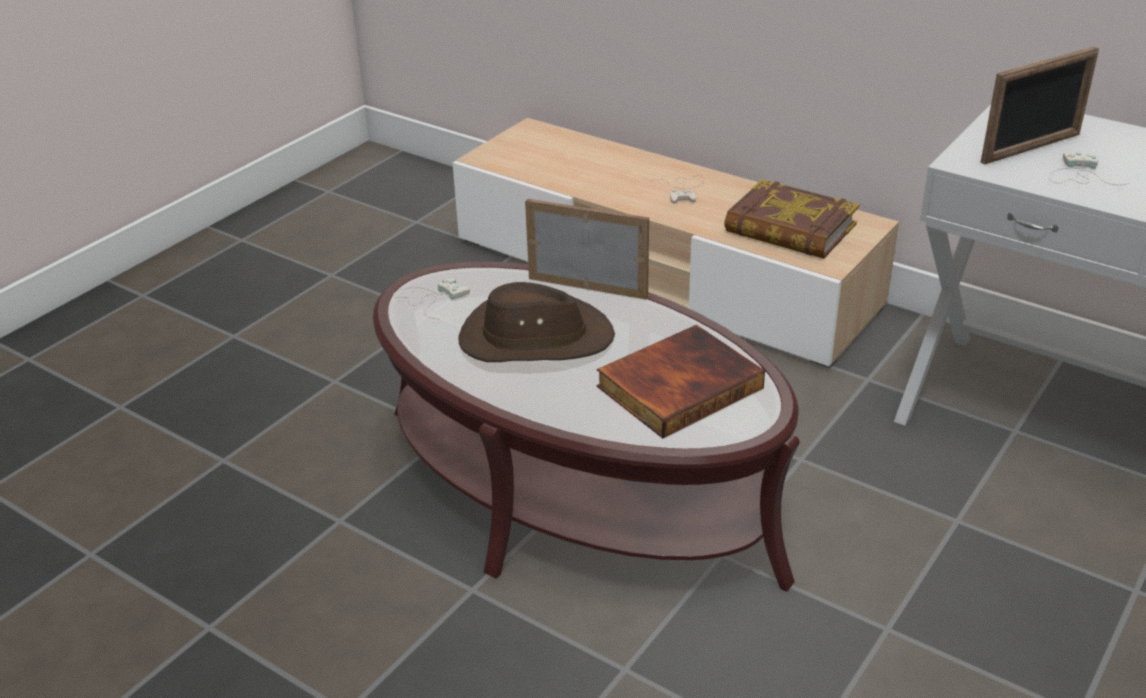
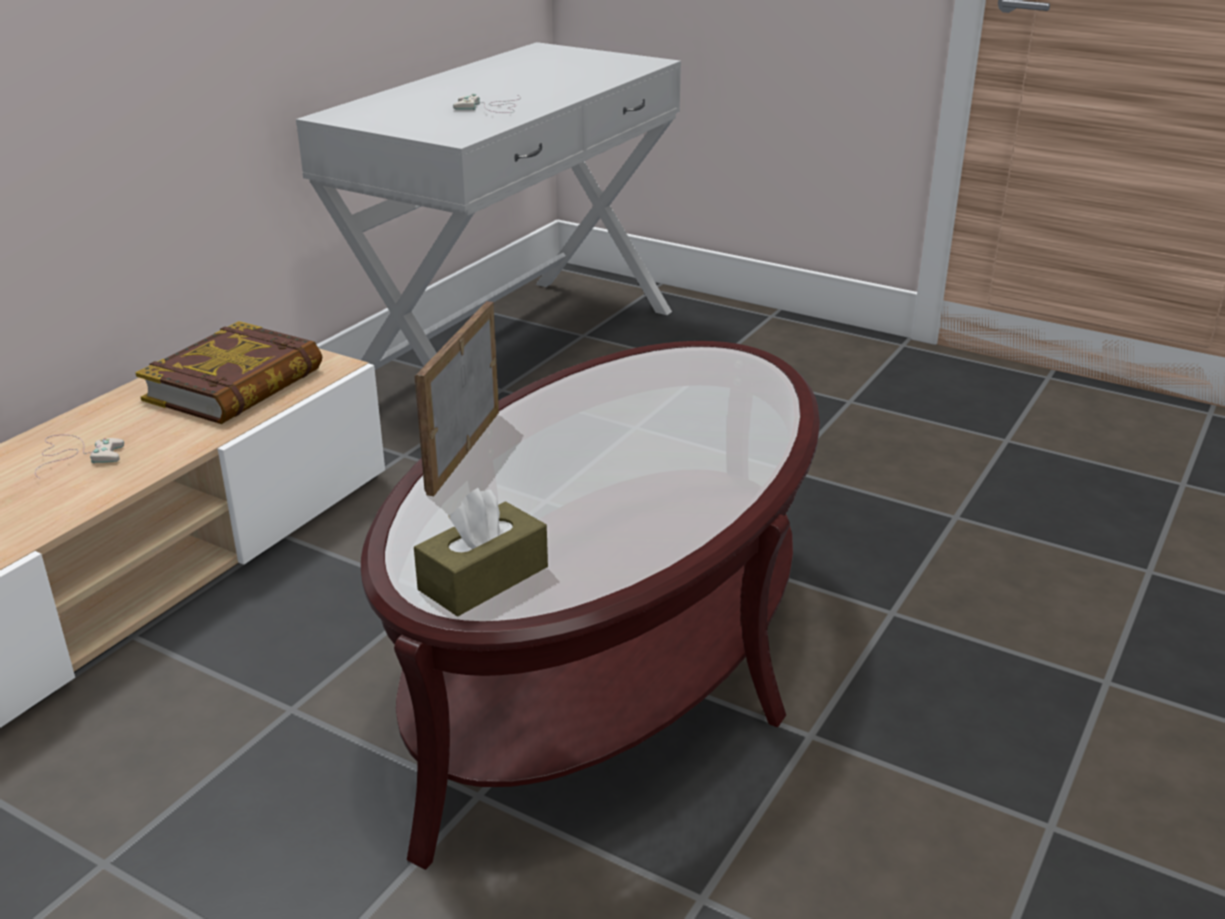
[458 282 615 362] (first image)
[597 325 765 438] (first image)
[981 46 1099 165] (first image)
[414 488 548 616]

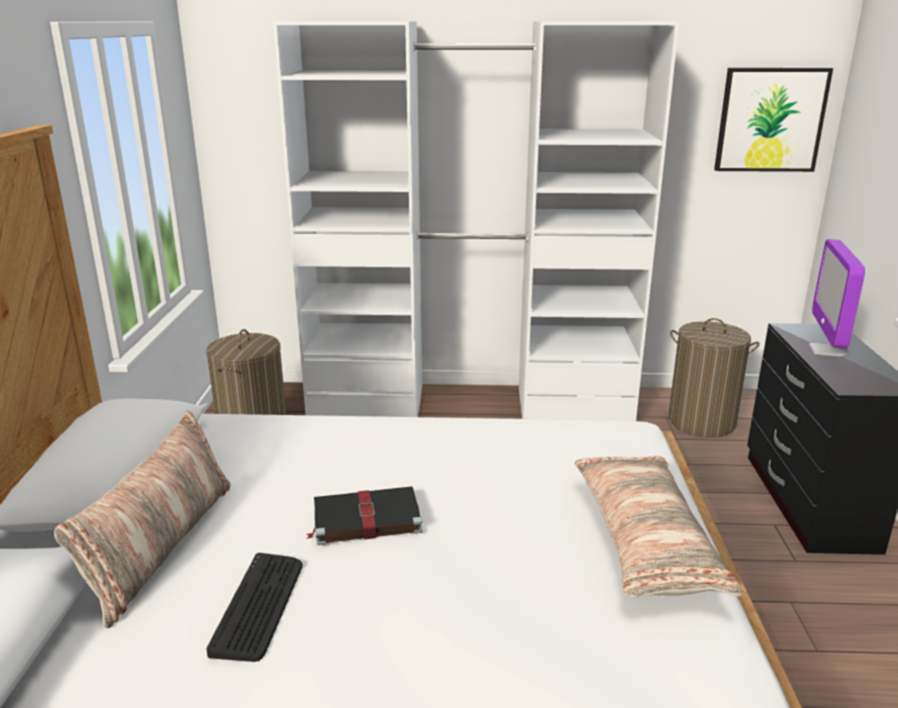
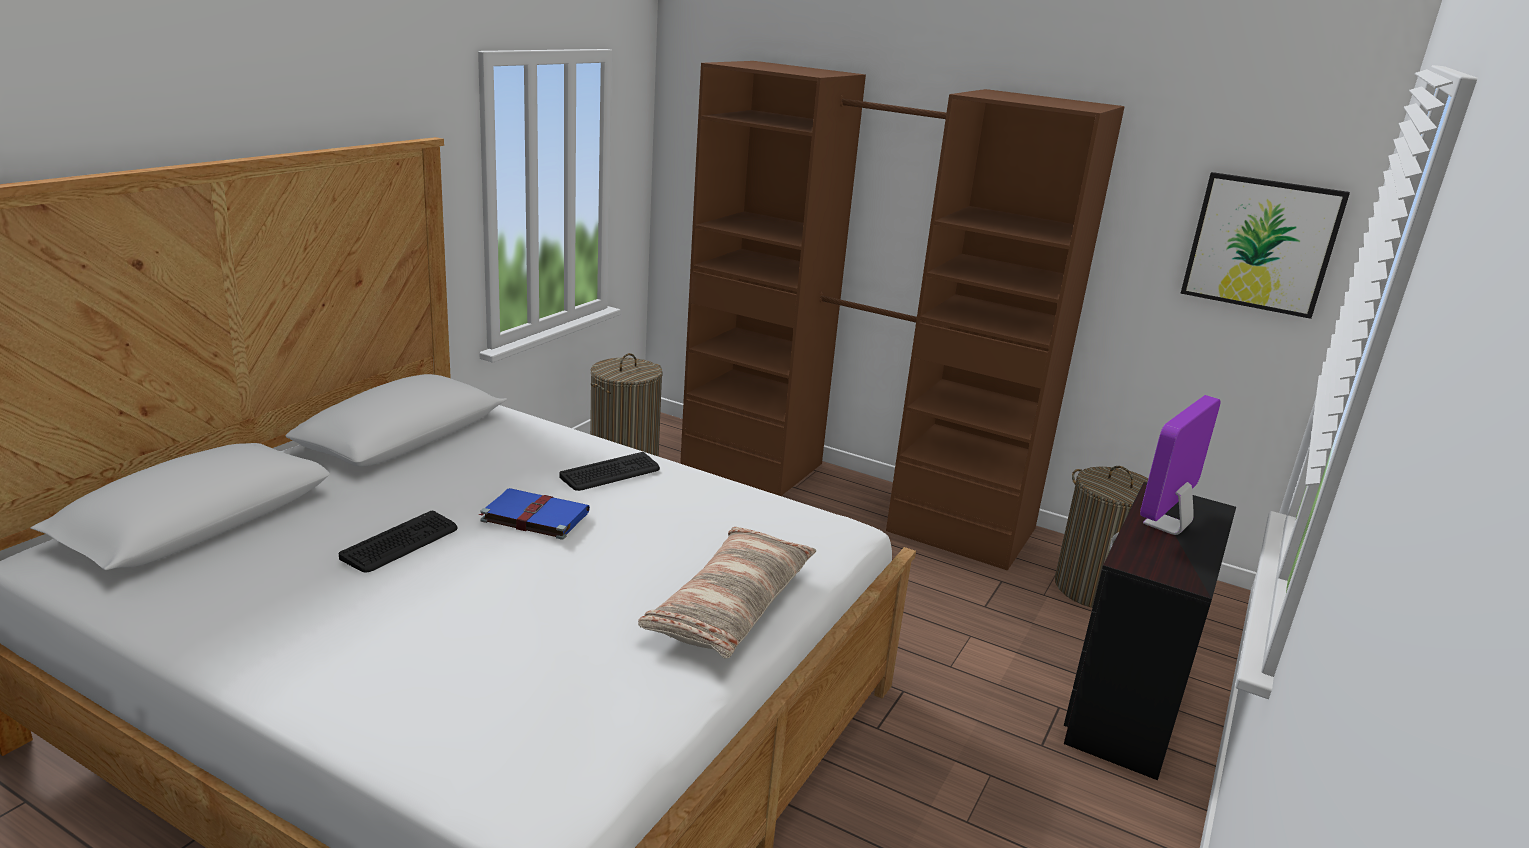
[54 411 230 628] (first image)
[559 452 660 491]
[680 61 1125 570]
[478 488 590 540]

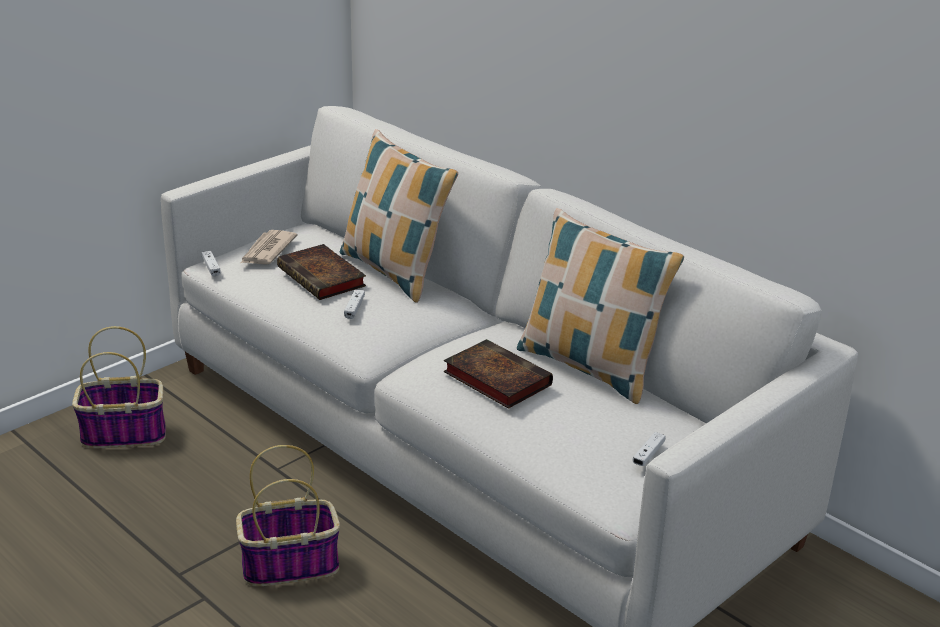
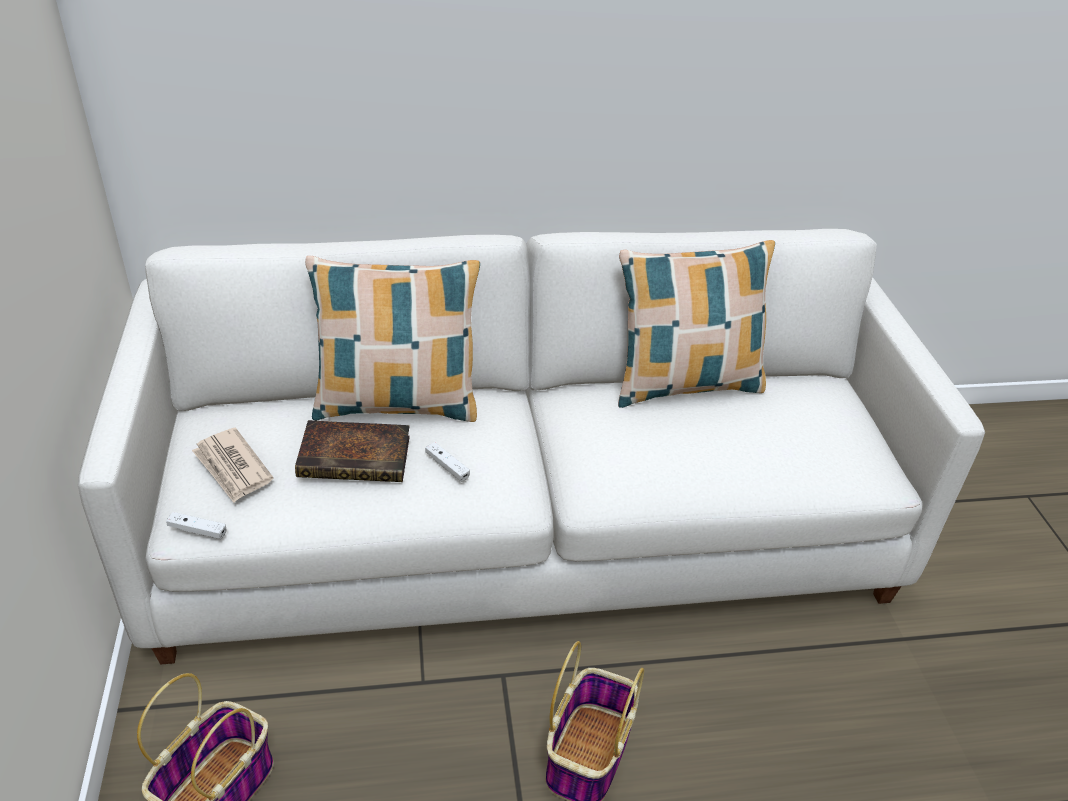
[444 339 553 409] (first image)
[632 432 666 466] (first image)

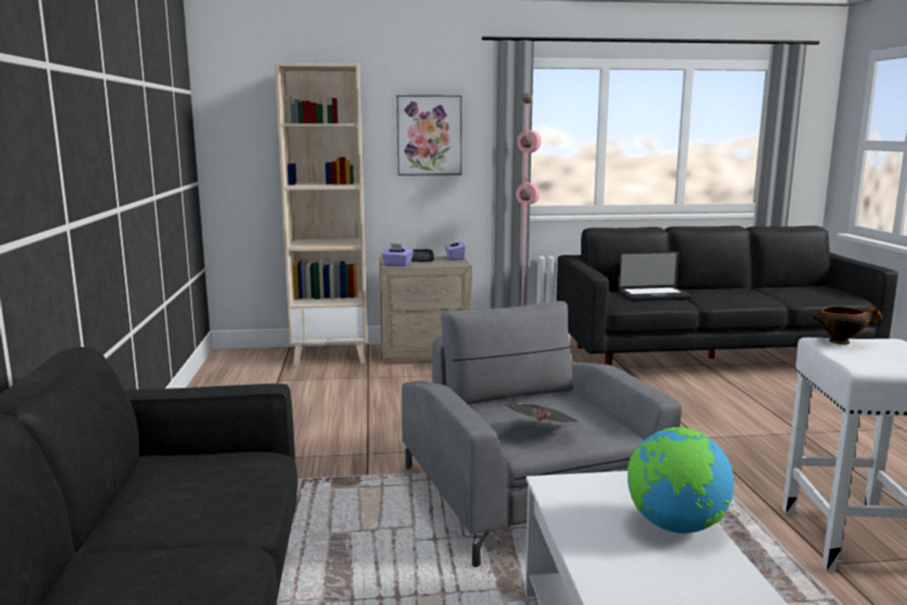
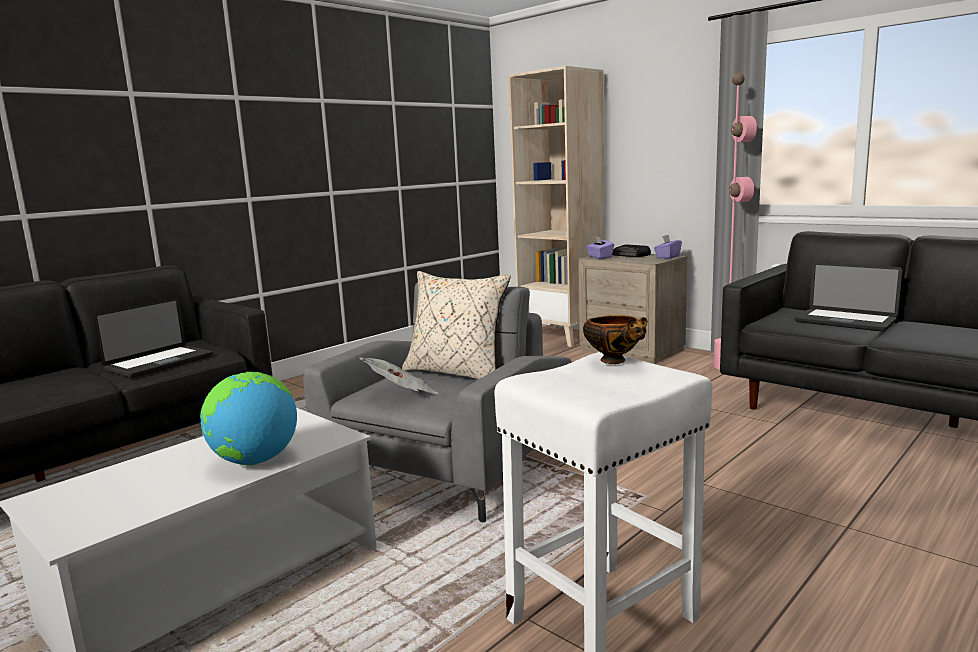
[396 95 462 176] (first image)
[93 298 213 378]
[402 271 511 380]

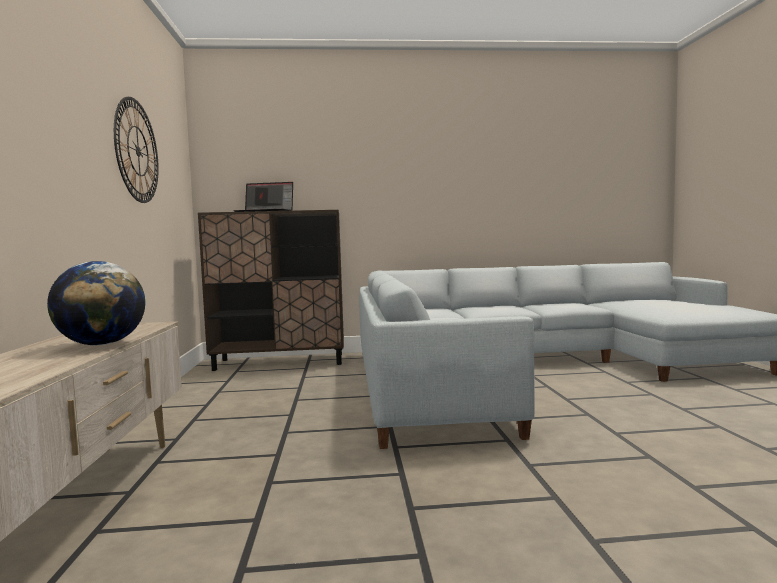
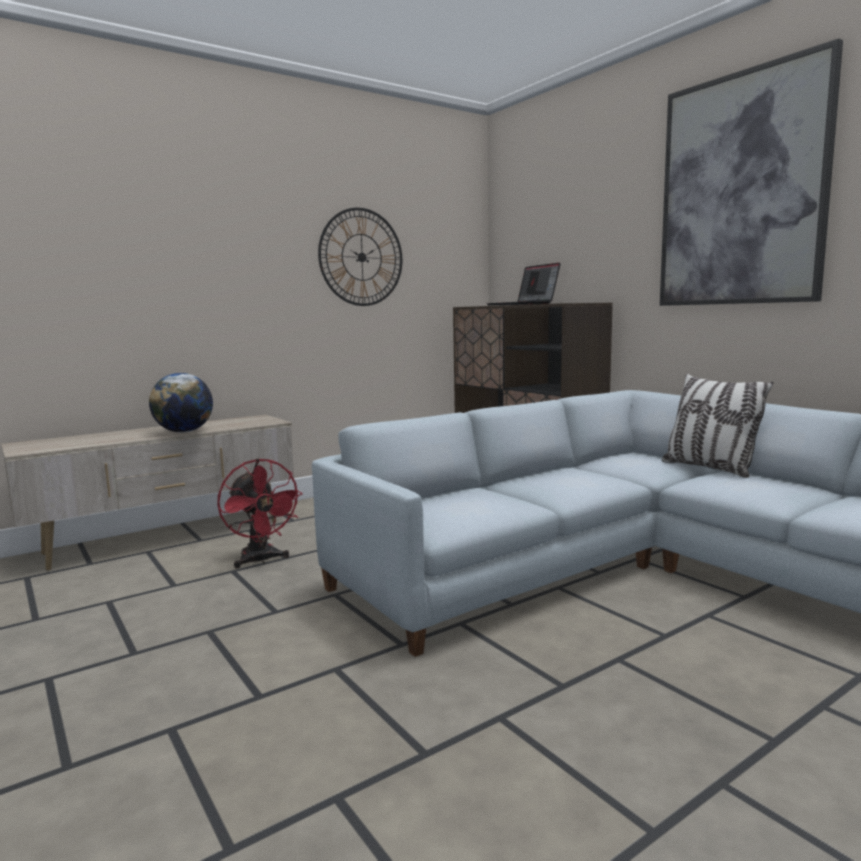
[217 458 303 568]
[660 39 843 306]
[662 374 773 478]

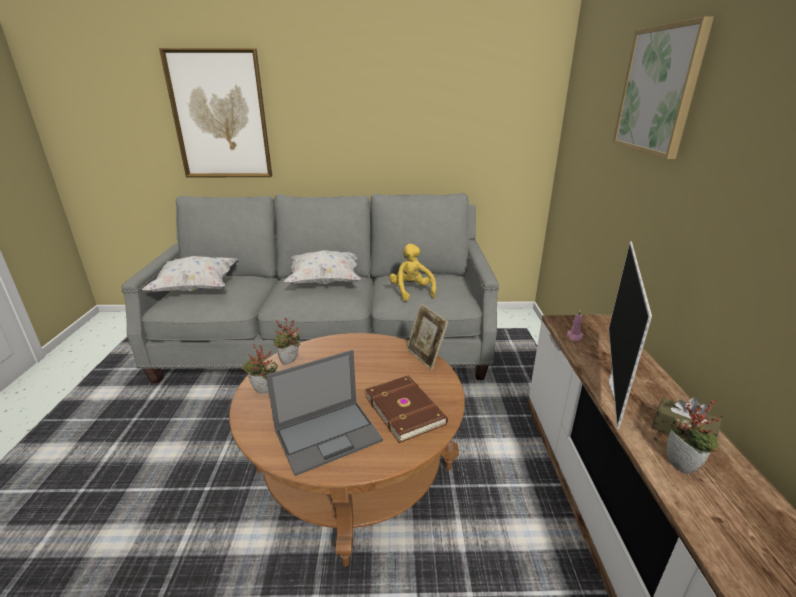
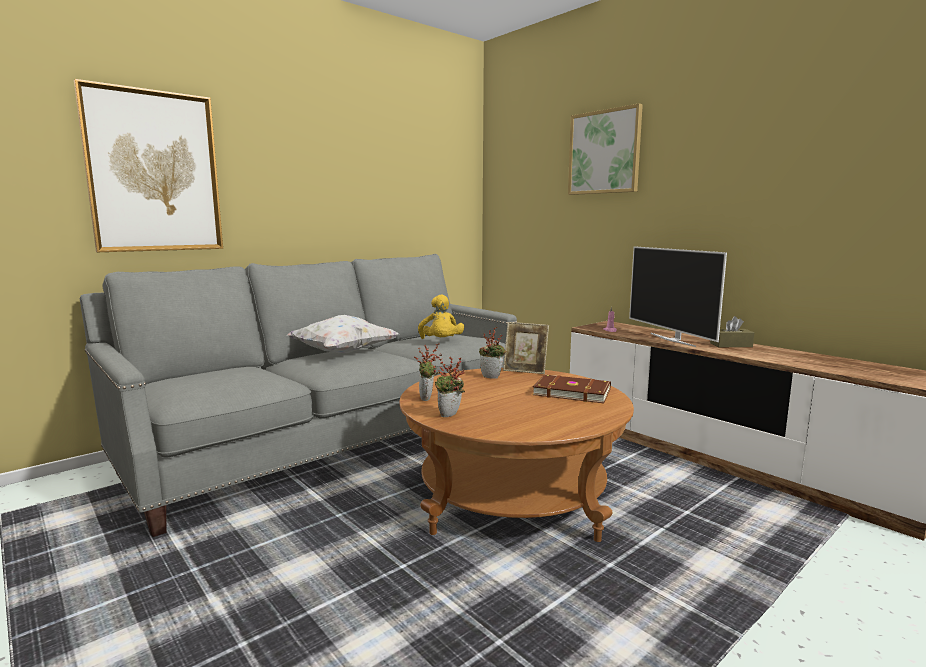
[142 256 237 292] (first image)
[266 350 383 476] (first image)
[479 327 506 379]
[418 294 464 339]

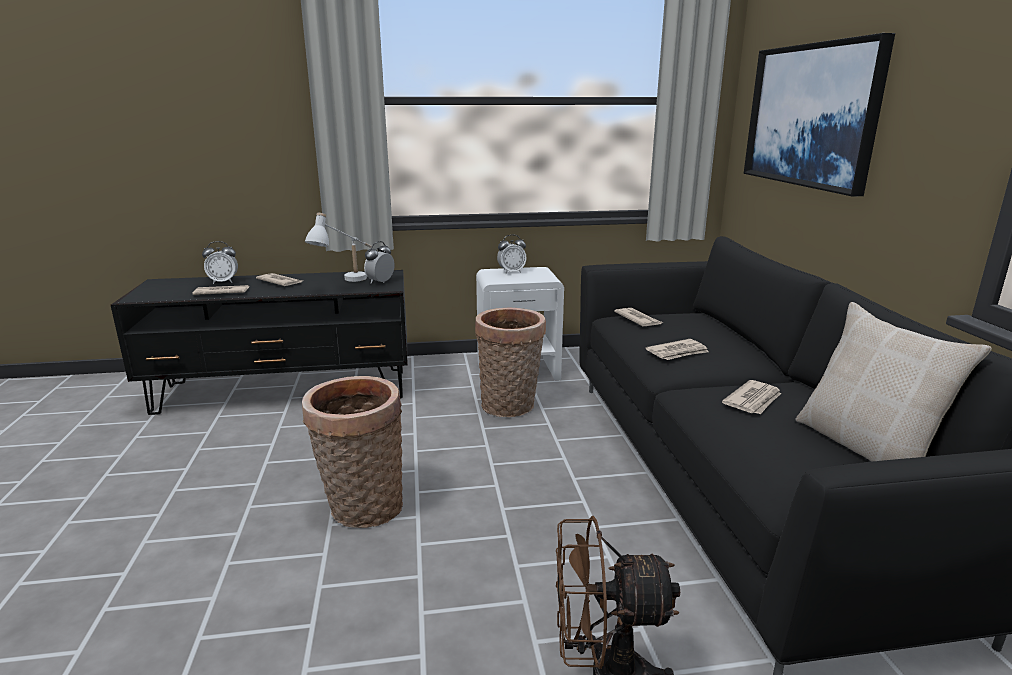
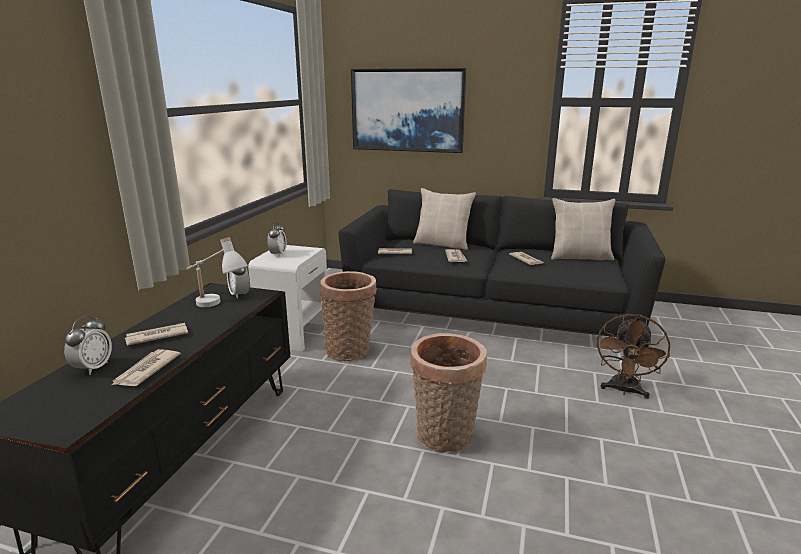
[413 188 476 250]

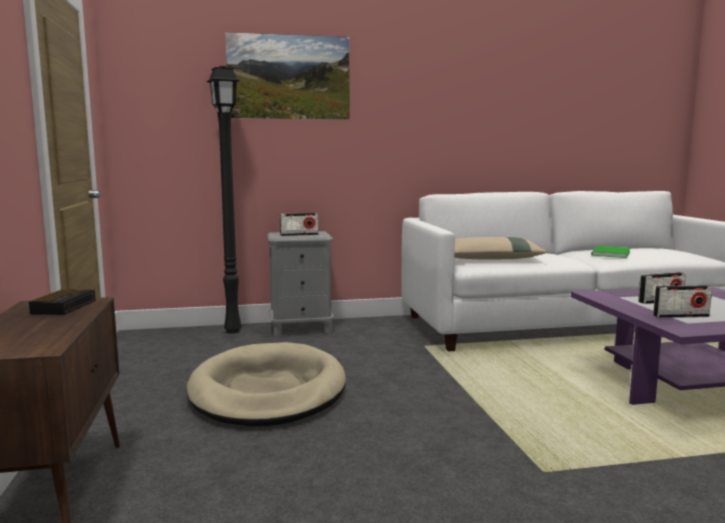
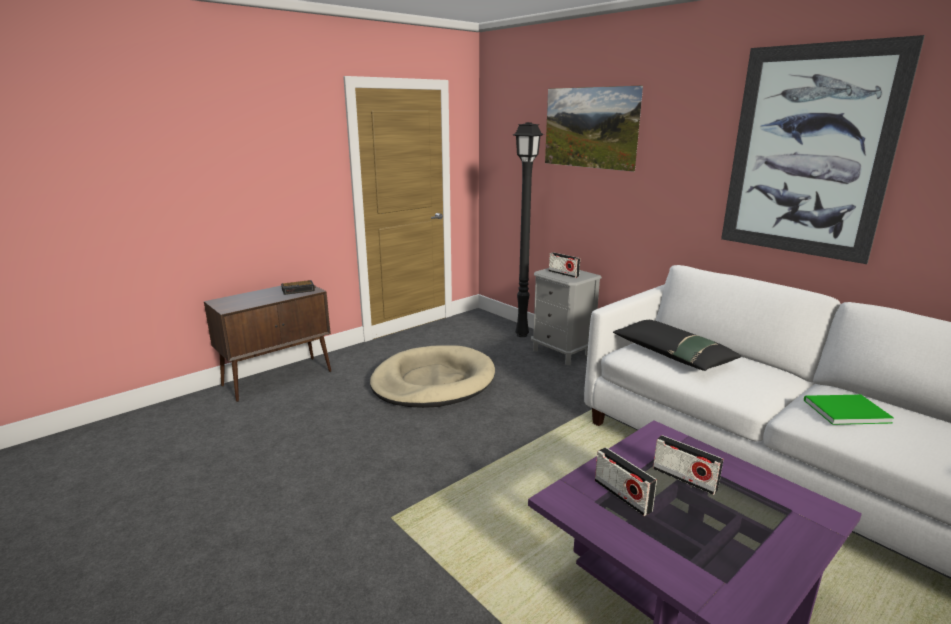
[721 35 925 264]
[613 320 741 371]

